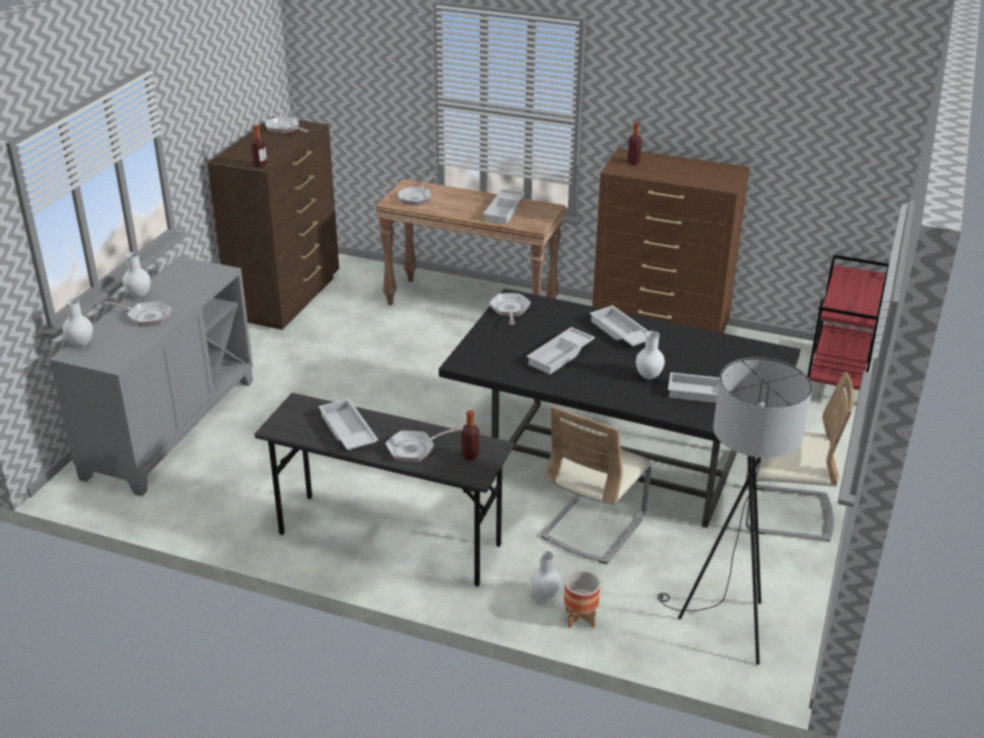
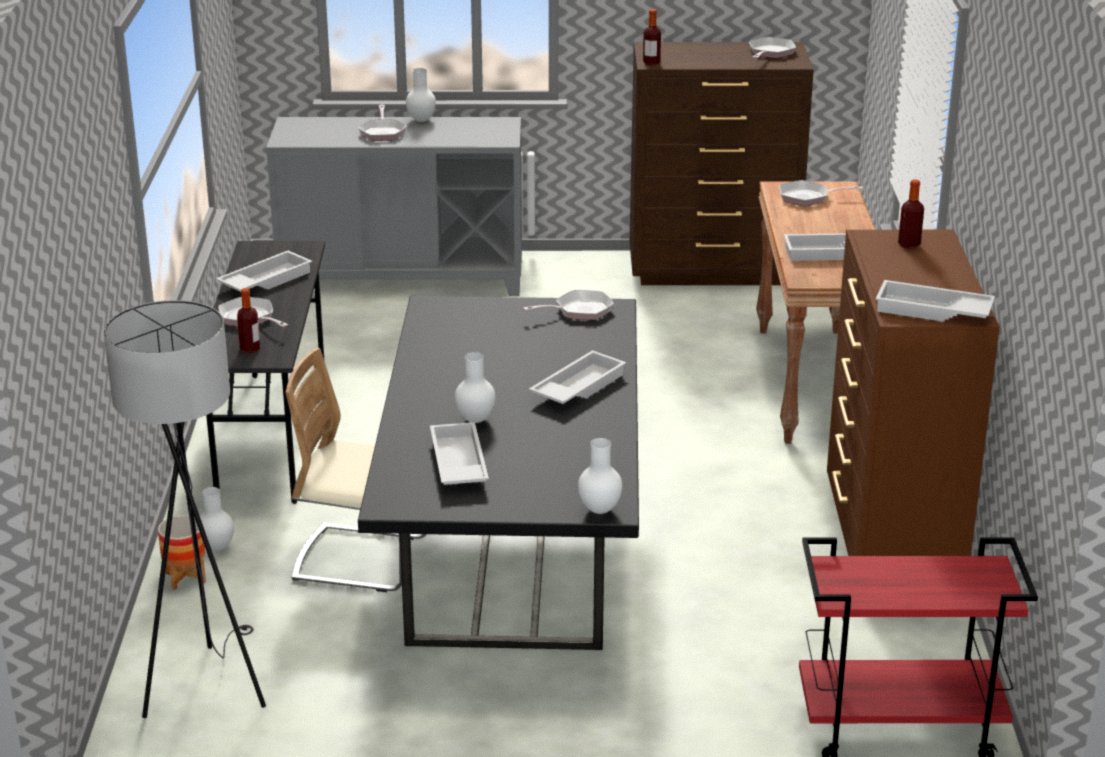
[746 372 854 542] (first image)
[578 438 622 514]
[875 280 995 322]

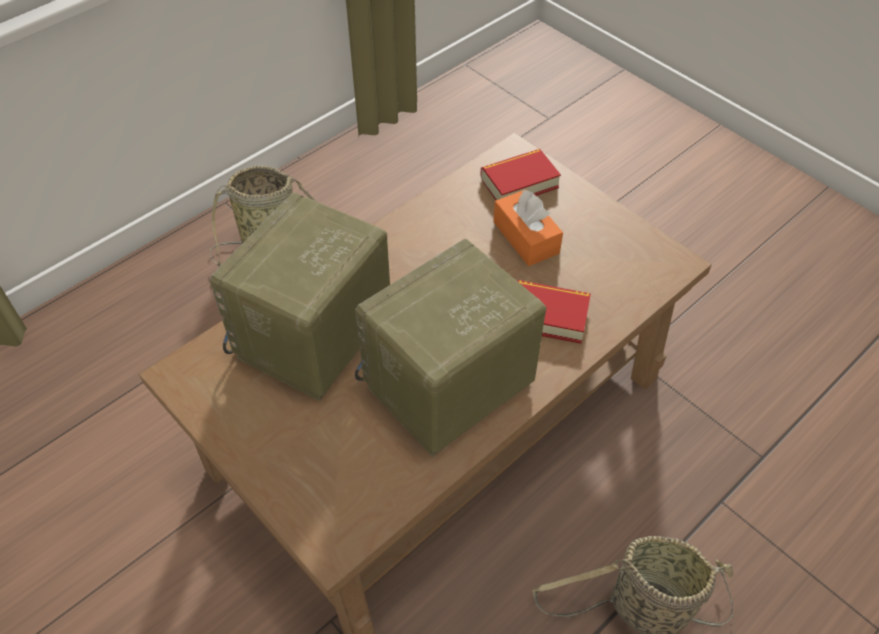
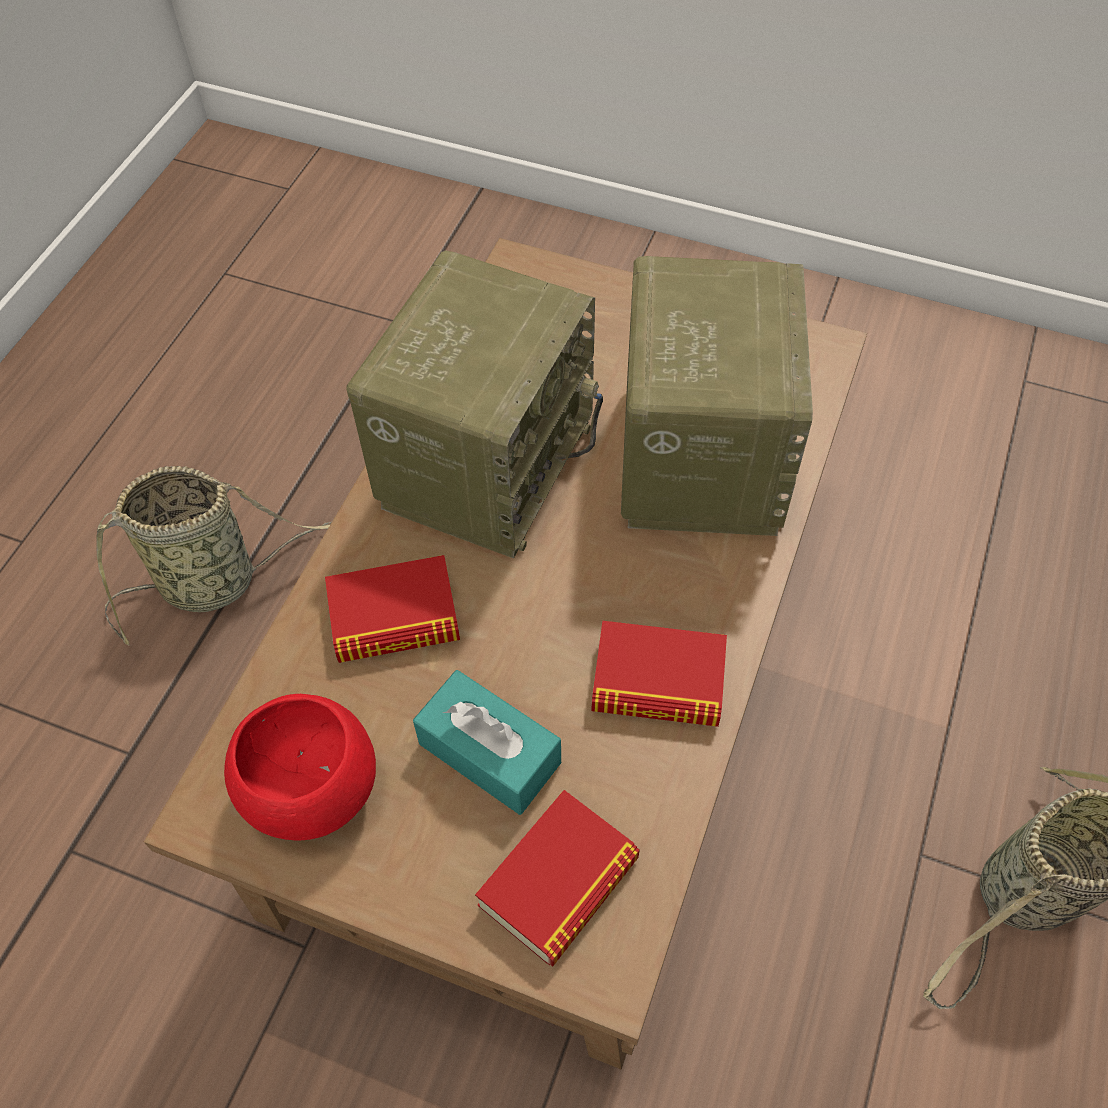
[224 694 376 841]
[591 621 727 727]
[413 670 561 815]

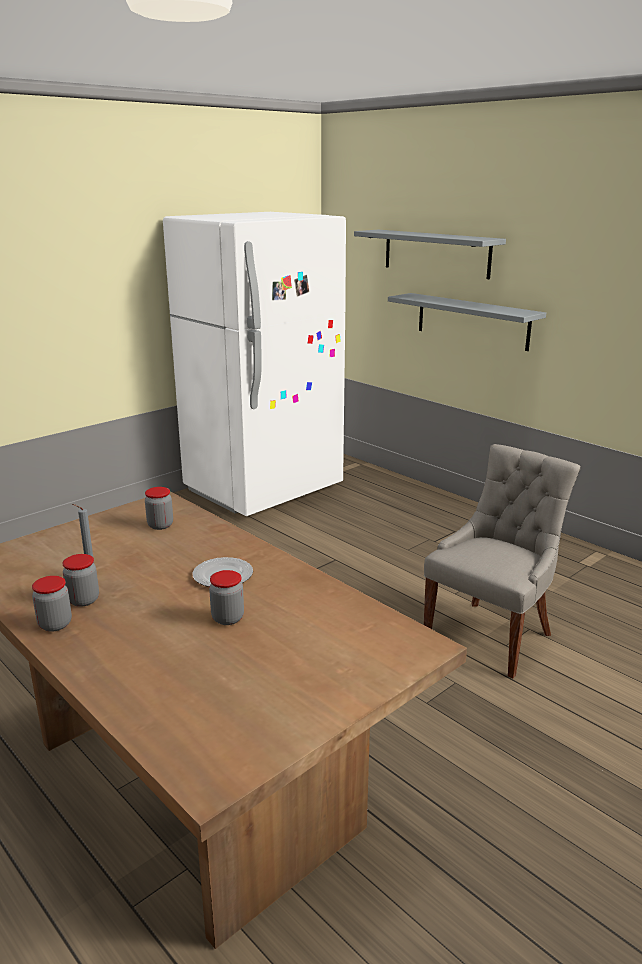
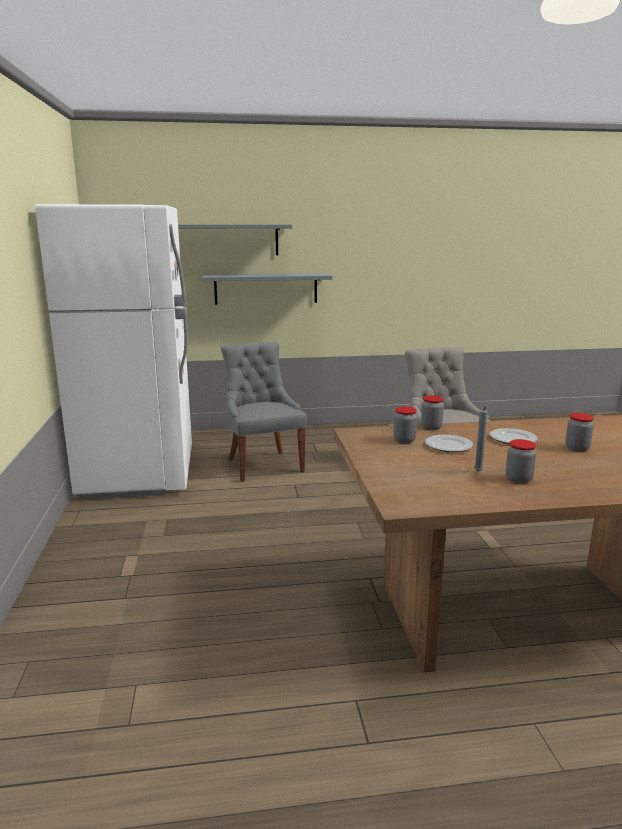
[221 342 307 482]
[425 435 473 452]
[421 395 444 430]

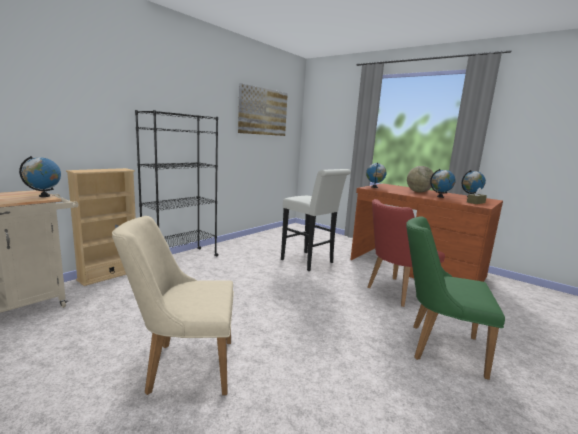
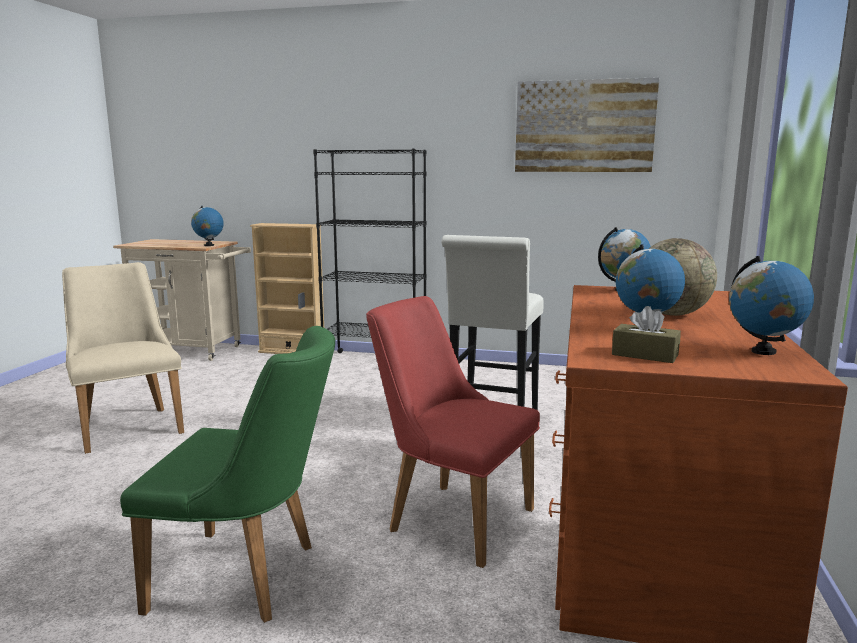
[120 326 335 623]

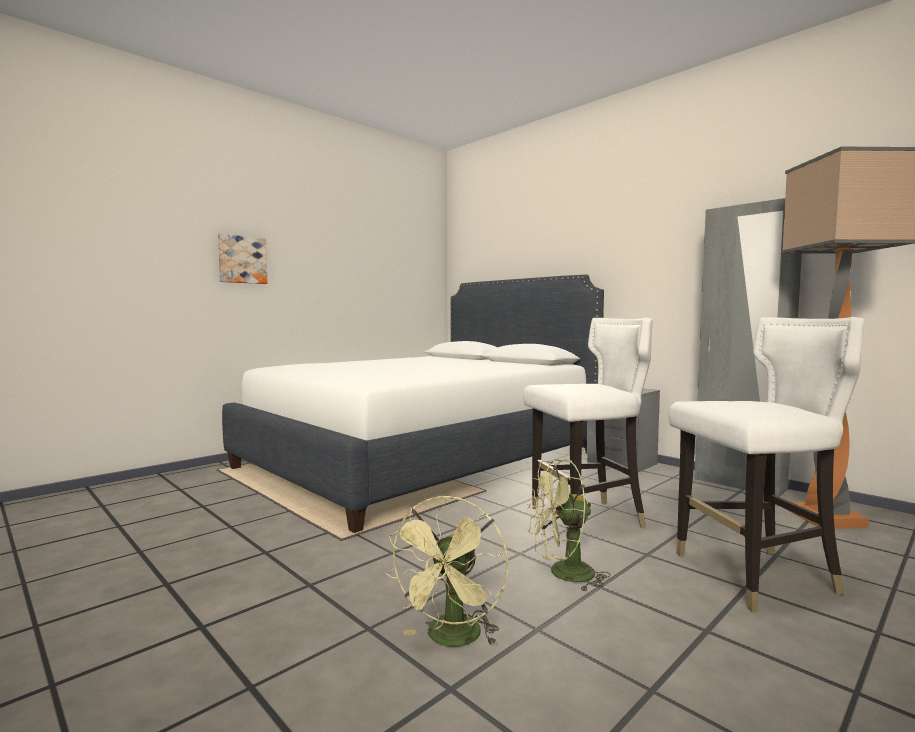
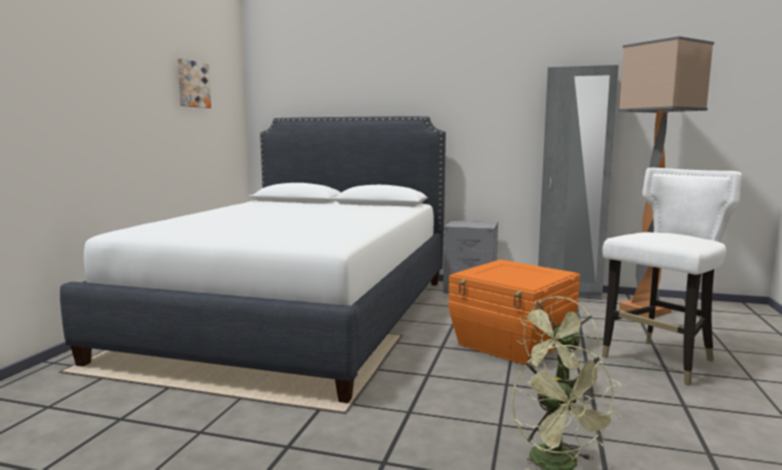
[177 58 211 108]
[449 260 580 365]

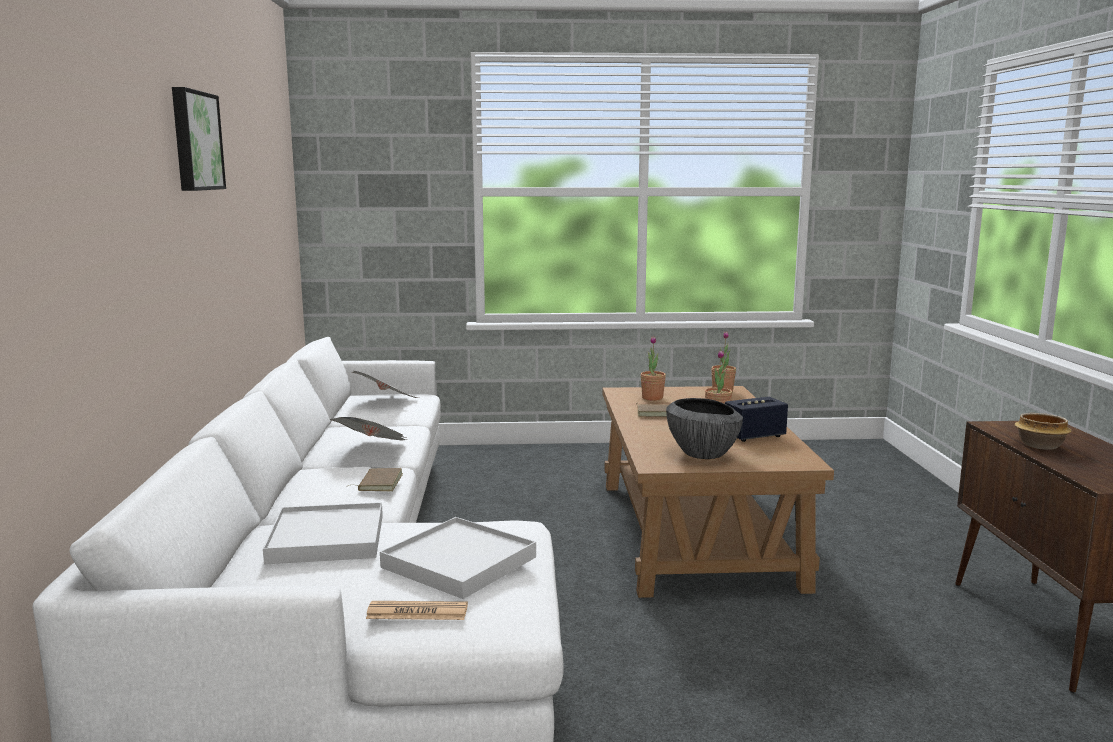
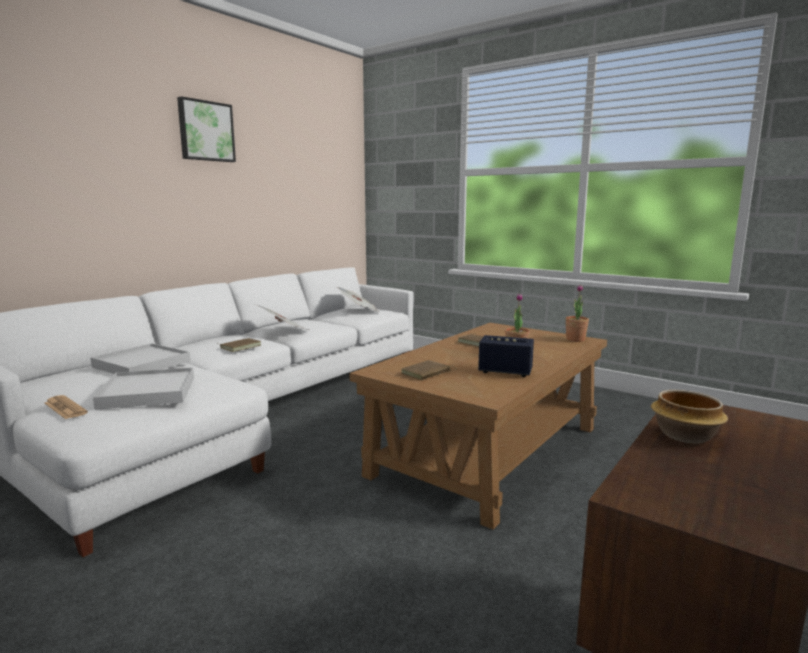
[641 336 666 401] (first image)
[401 360 455 380]

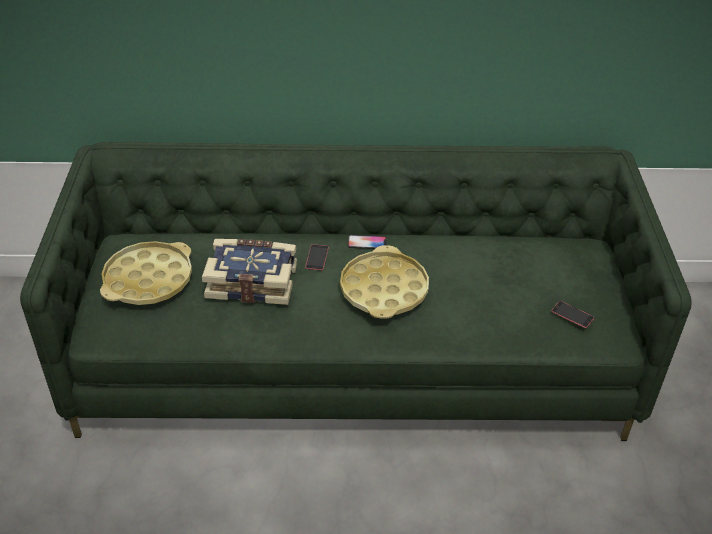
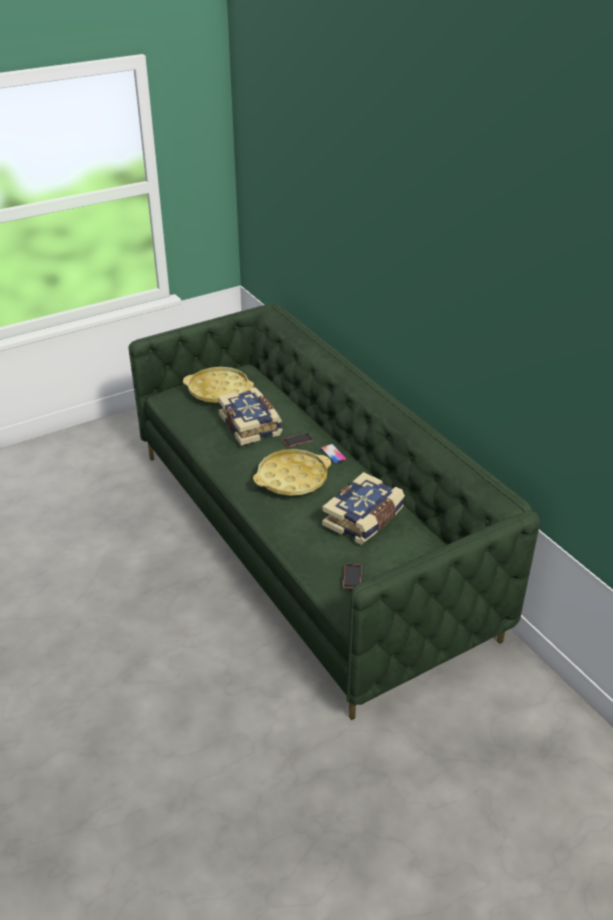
[322 472 405 545]

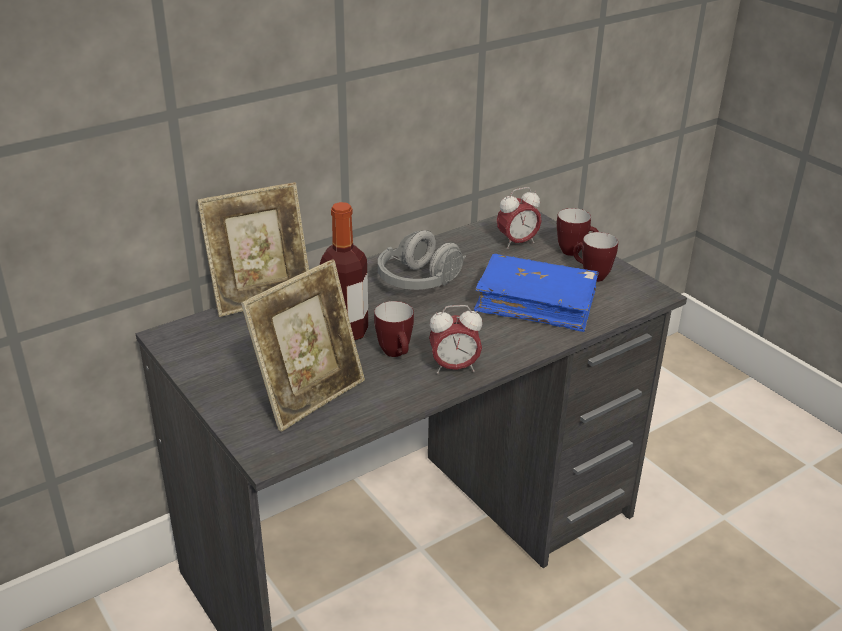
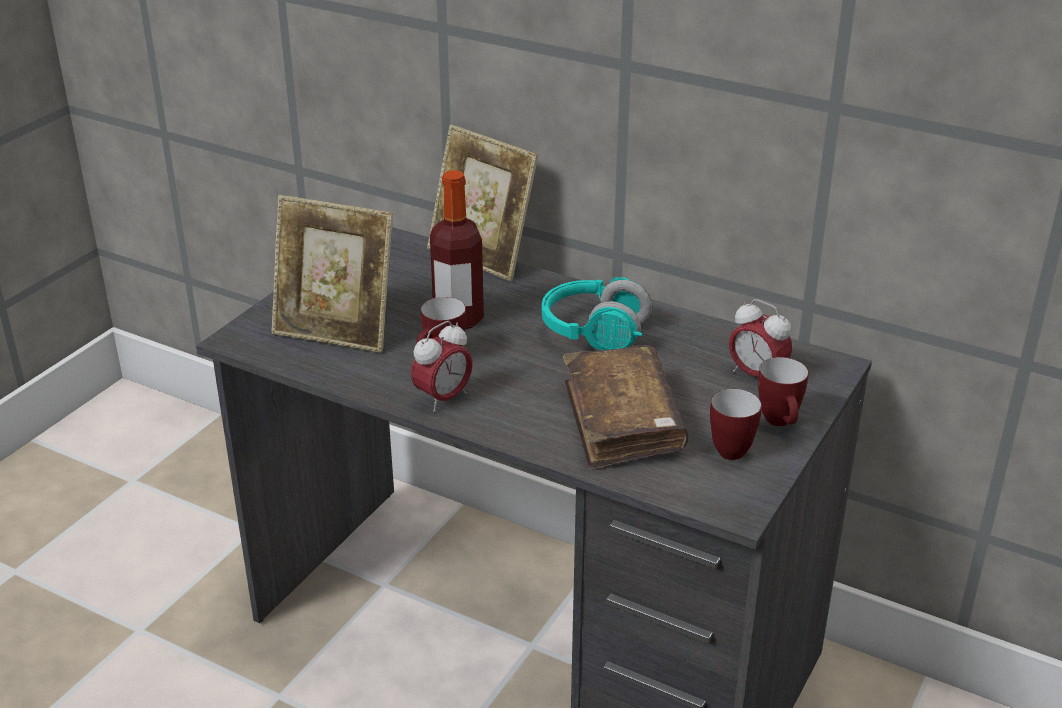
[542 277 652 350]
[563 345 688 470]
[411 321 473 412]

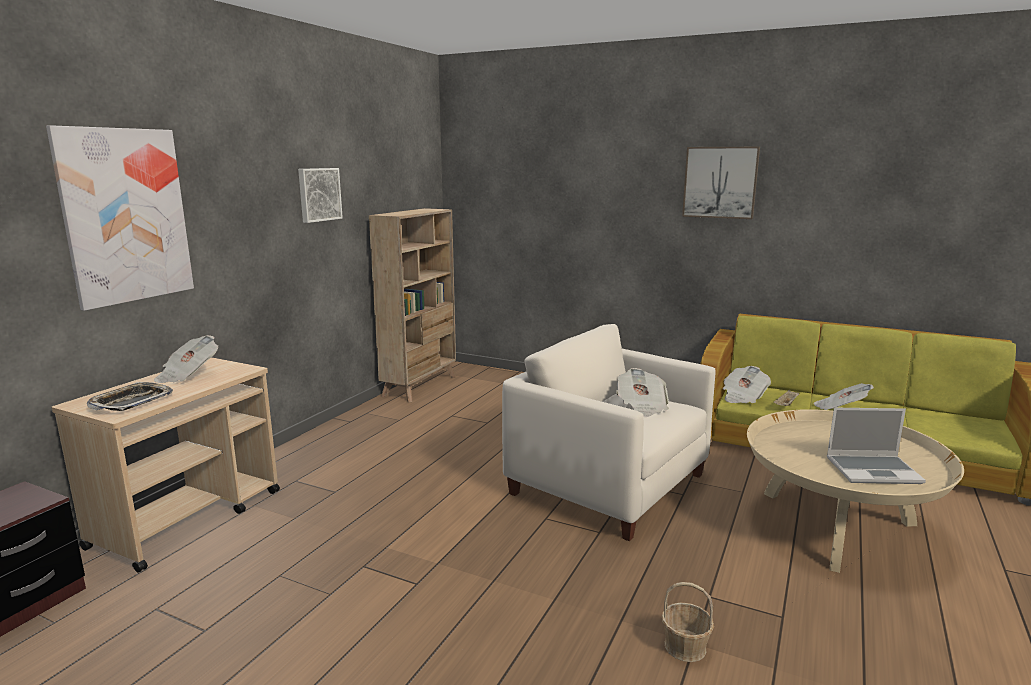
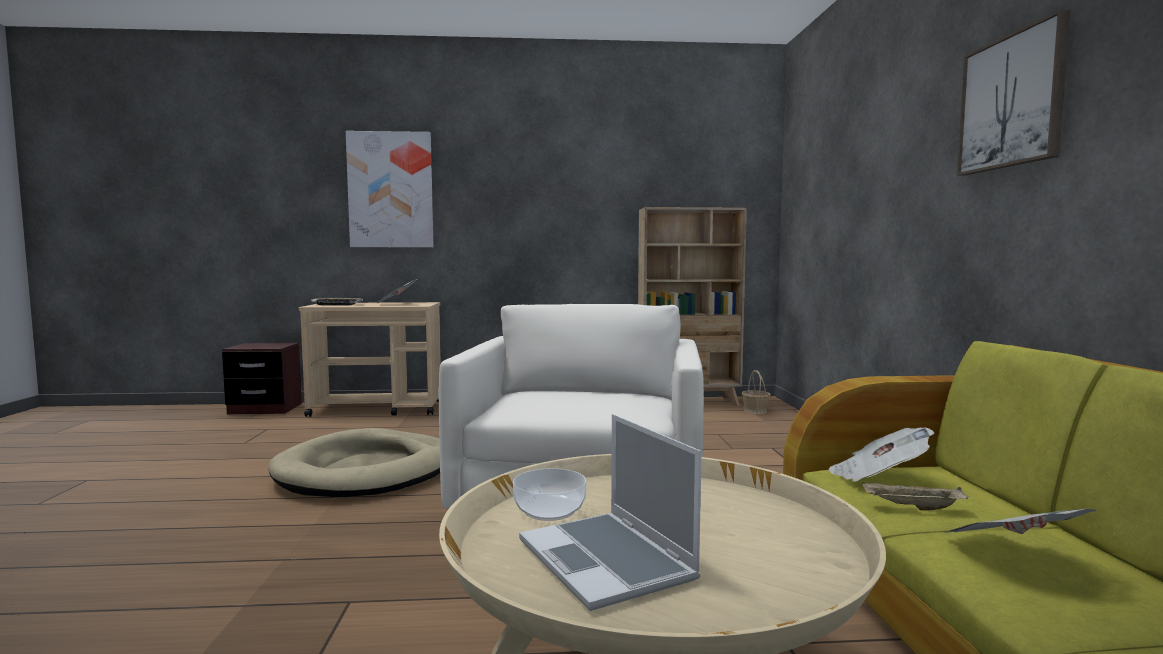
[298 168 343 223] (first image)
[616 368 669 417] (first image)
[268 428 440 497]
[513 468 586 521]
[741 370 771 414]

